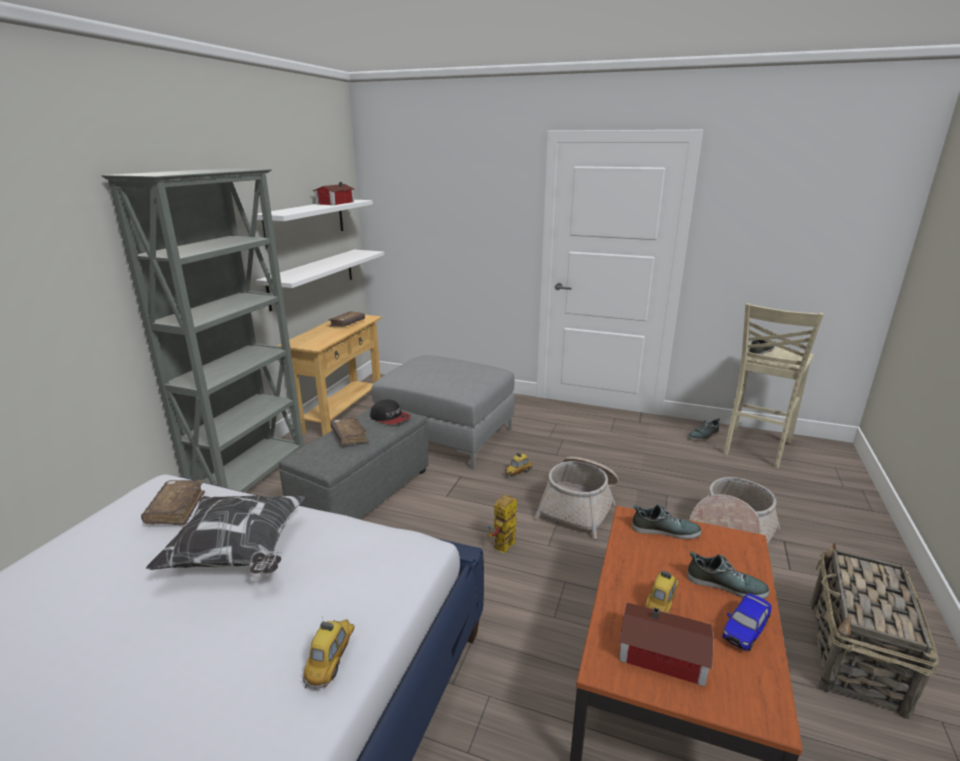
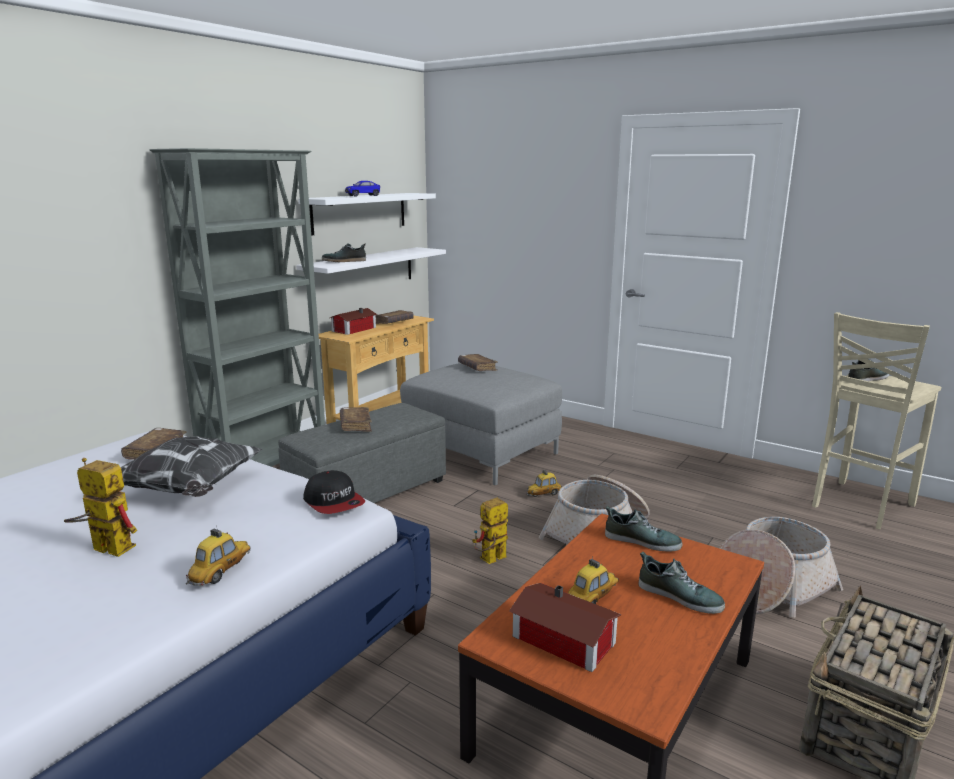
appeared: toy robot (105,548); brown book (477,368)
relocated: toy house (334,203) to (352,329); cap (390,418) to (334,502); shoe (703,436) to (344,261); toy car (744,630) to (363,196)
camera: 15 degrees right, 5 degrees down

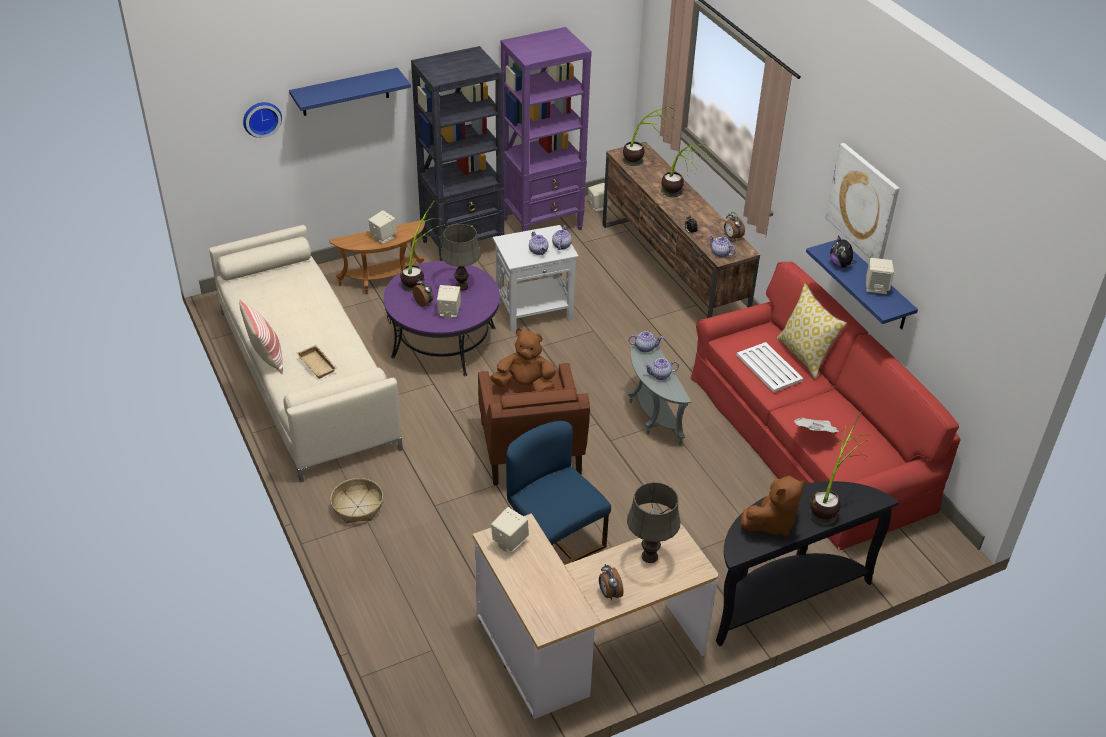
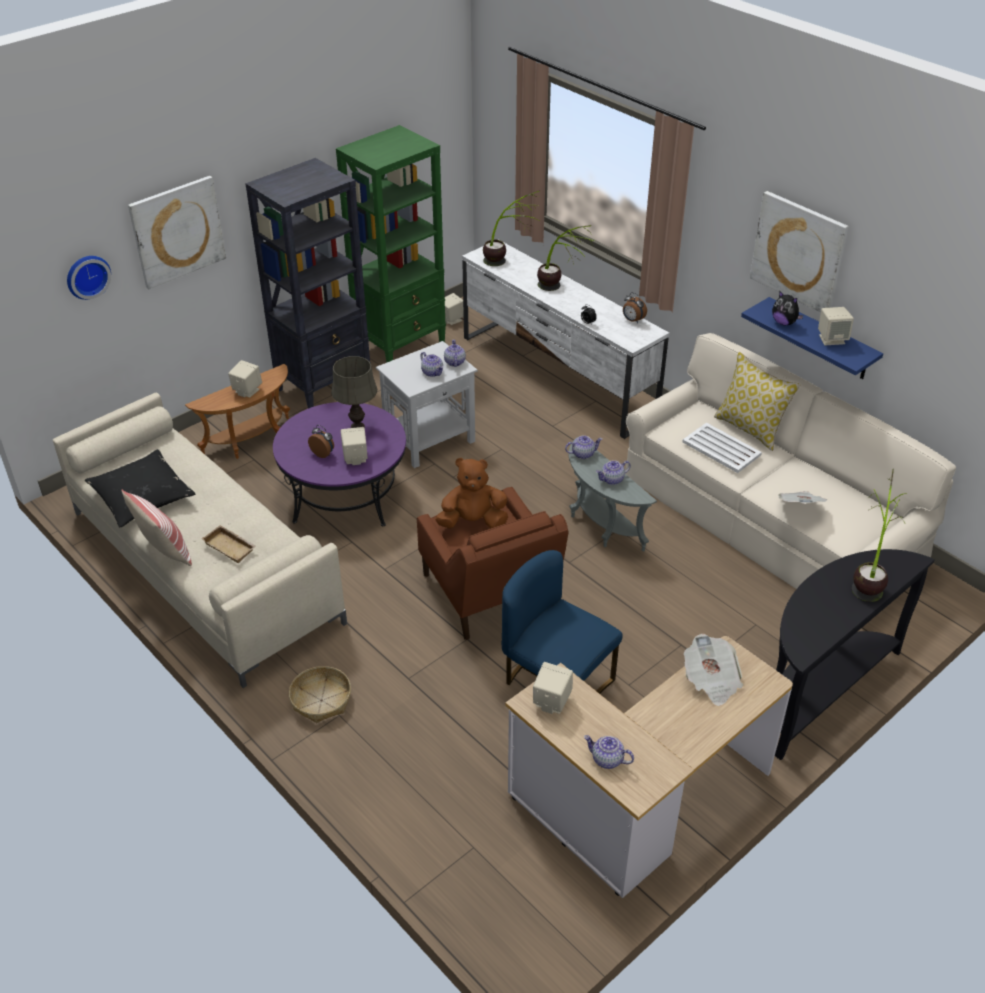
missing: potted plant (421,278); alarm clock (609,593); brown plush toy (771,522)
appeared: black pillow (142,496)
relocated: teapot (720,253) to (607,760)
exchanged: blue shelf (345,92) to picture (177,231); grey table lamp (649,557) to newspaper (711,681)
colour: purple bookcase (543,224) to green bookcase (401,348); brown tv stand (671,276) to white tv stand (557,377); red sofa (808,441) to beige sofa (770,518)
camera: 15 degrees left, 0 degrees up

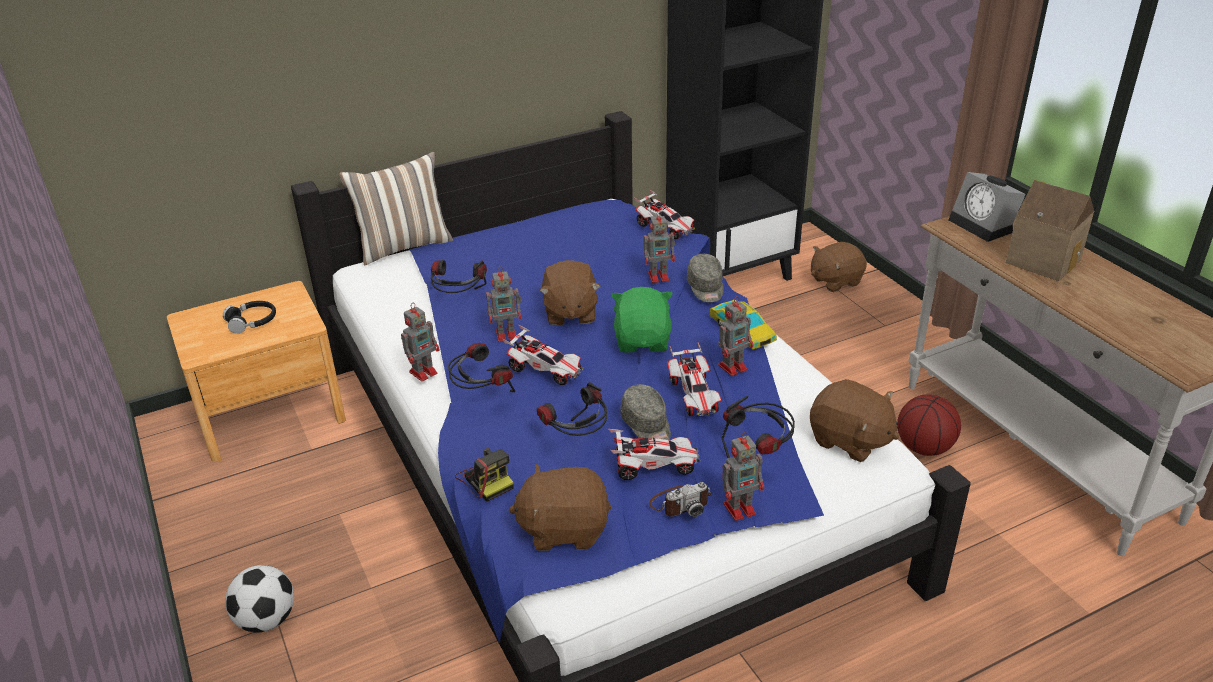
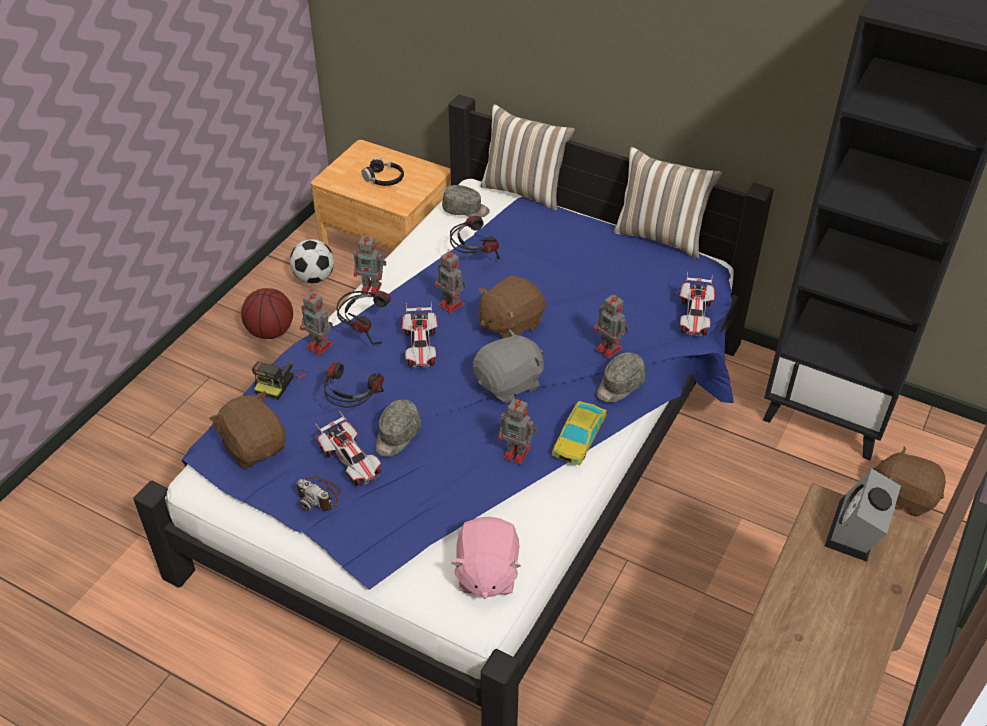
missing: toy car (694,396); headphones (759,453); toy house (1044,259)
appeared: grey cap (466,210); pillow (660,236)
relocated: football (266,620) to (314,278); toy robot (741,508) to (320,346); basketball (923,448) to (270,331)
colour: green plush toy (643,341) to grey plush toy (509,384); brown plush toy (850,440) to pink plush toy (486,573)
camera: 55 degrees right, 10 degrees up

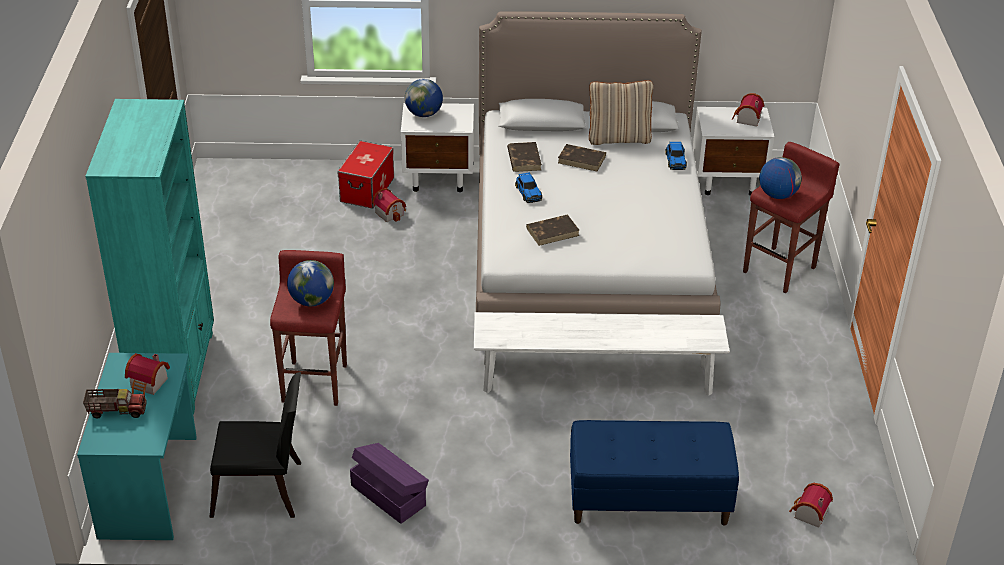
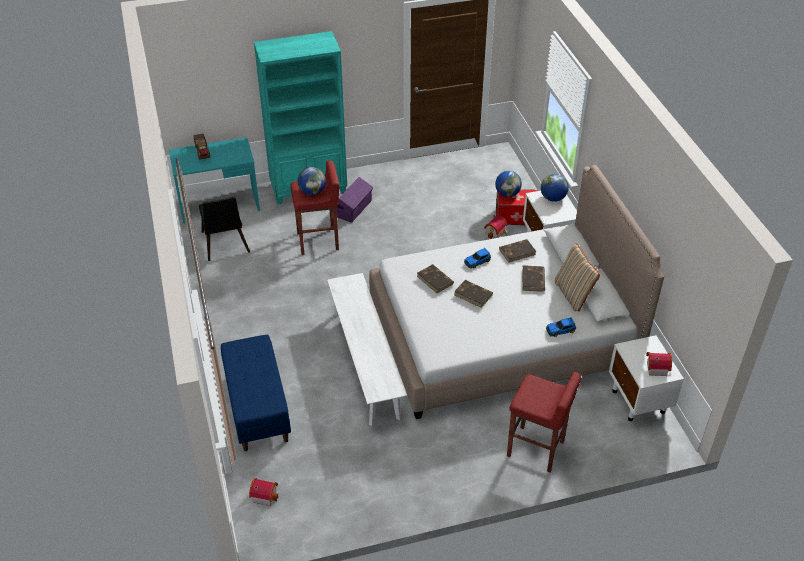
missing: toy house (148,385)
appeared: brown book (473,295)
relocated: purple storage box (388,494) to (354,208); globe (777,195) to (507,194)
camera: 75 degrees right, 5 degrees up

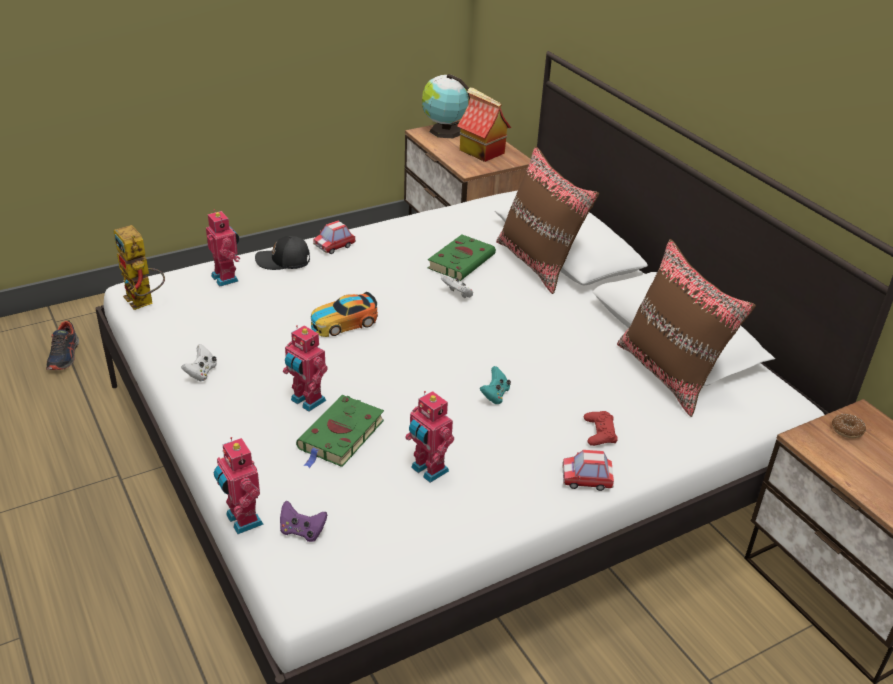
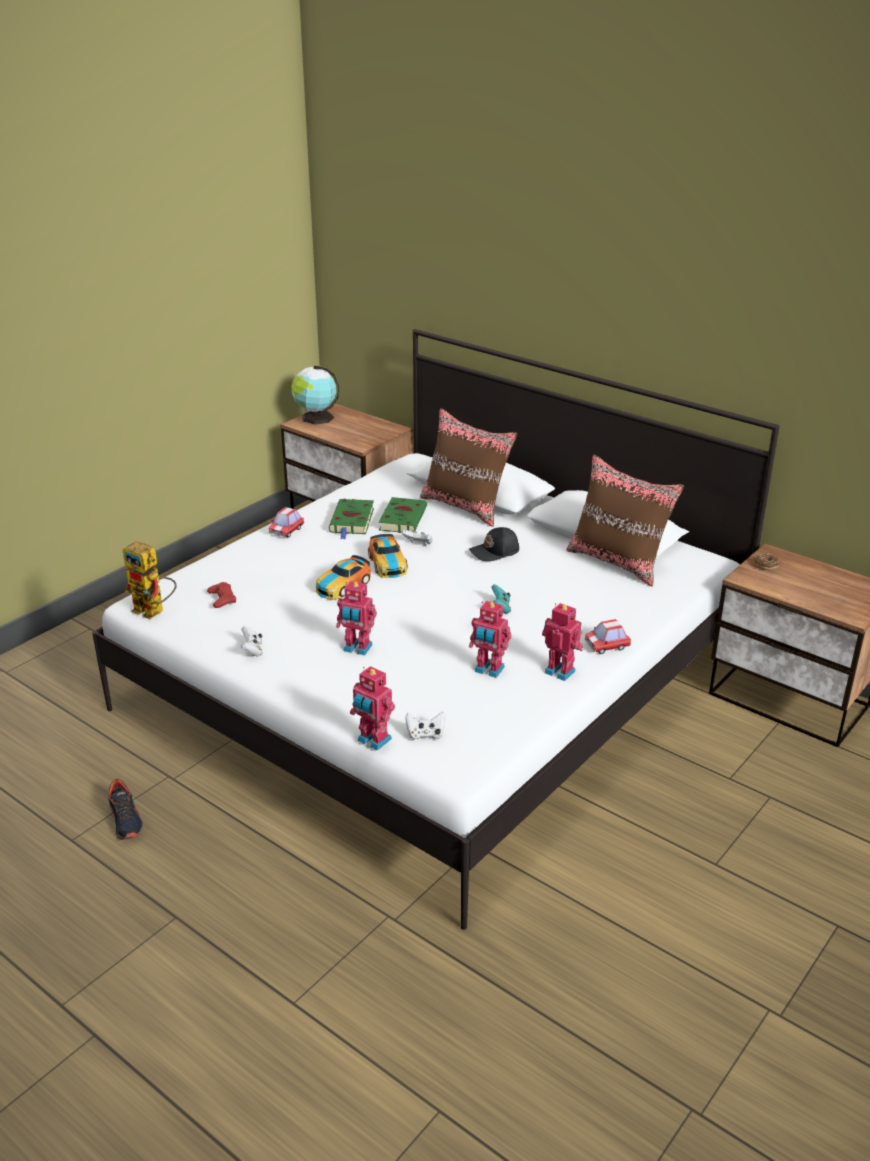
missing: toy house (481,151)
appeared: toy car (387,563)
relocated: shoe (64,356) to (126,820); toy robot (226,278) to (561,671); black cap (283,261) to (495,552); green book (340,436) to (352,521); red game controller (599,432) to (222,598)
colour: purple game controller (302,531) to white game controller (425,734)
camera: 20 degrees left, 5 degrees down

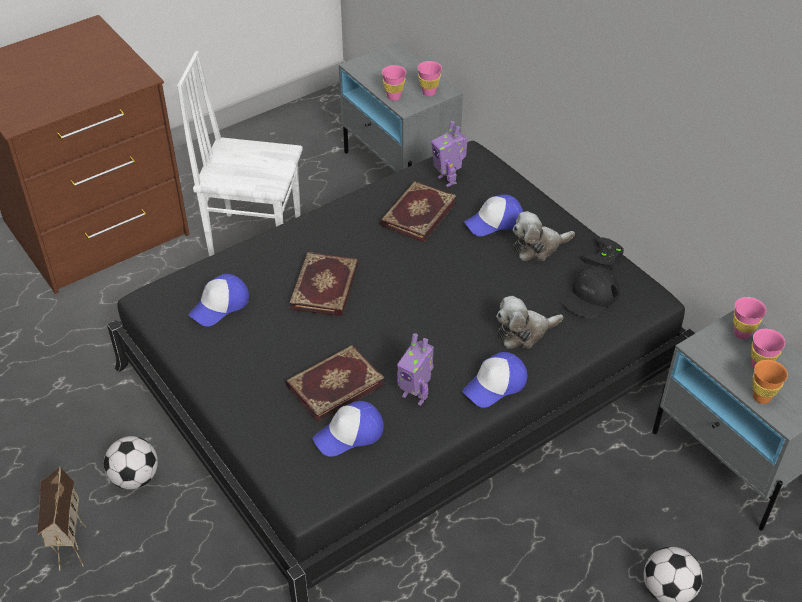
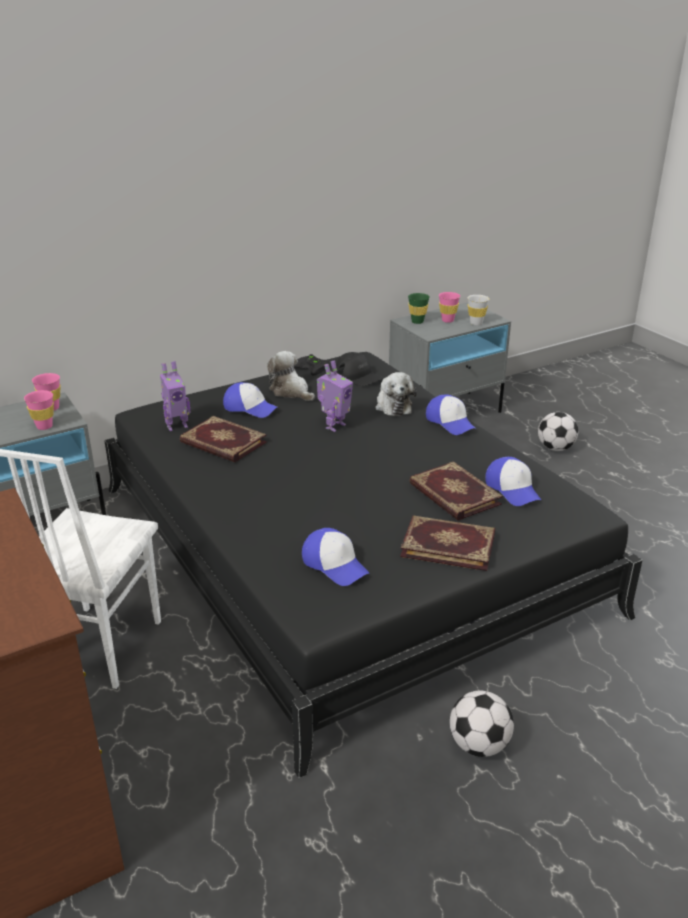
missing: toy house (68,544)
relocated: book (326,287) to (448,545); toy robot (415,395) to (334,426)
colour: pink cup (742,333) to green cup (417,321); orange cup (761,397) to white cup (476,323)
spun: cap (494,222) = (250,408) 45 degrees counterclockwise; plush toy (538,247) = (291,391) 150 degrees clockwise
camera: 85 degrees left, 15 degrees down

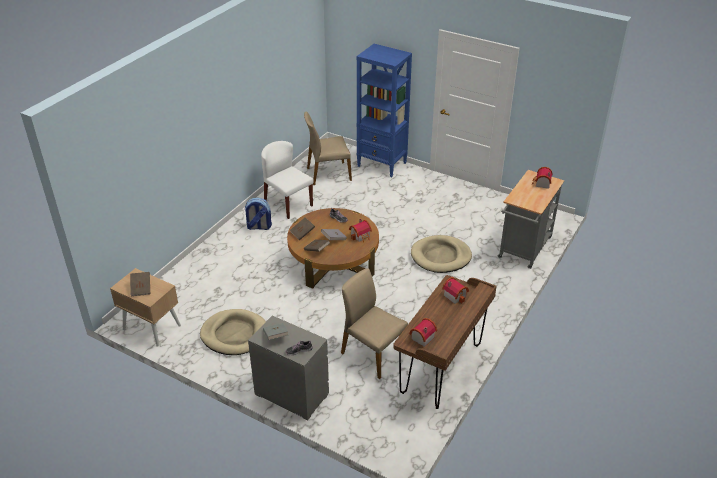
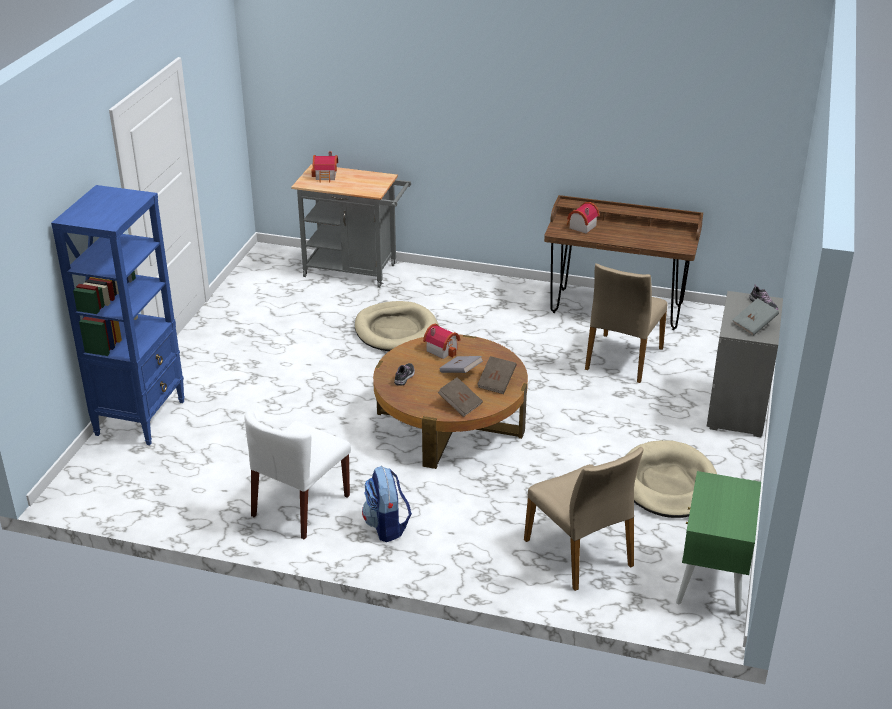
missing: brown book (141,288); toy house (421,337)
relocated: beige chair (328,174) to (580,553)
colour: beige nightstand (151,327) to green nightstand (712,581)
camera: 105 degrees left, 5 degrees down

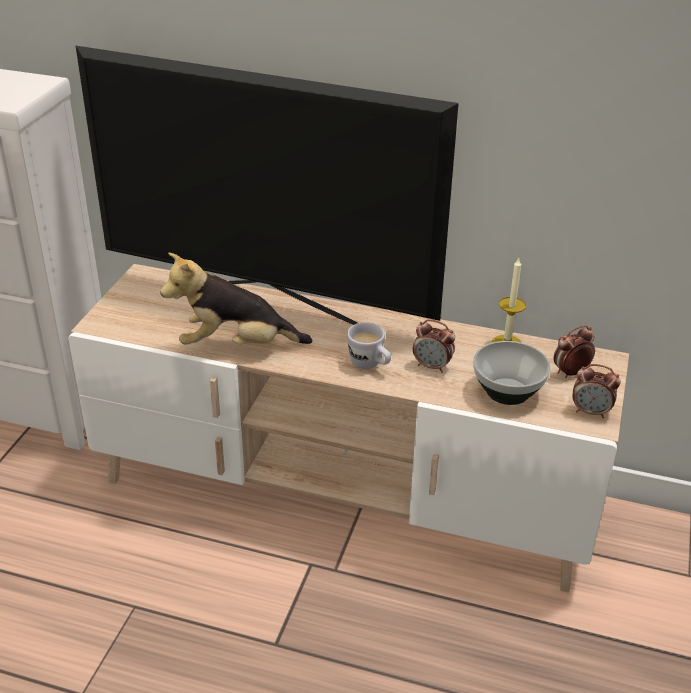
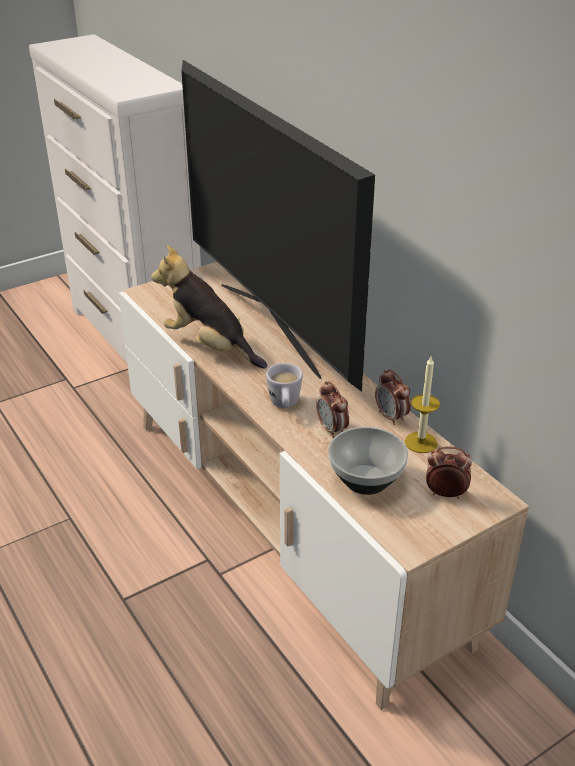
relocated: alarm clock (591,412) to (391,417)
camera: 40 degrees right, 0 degrees up

